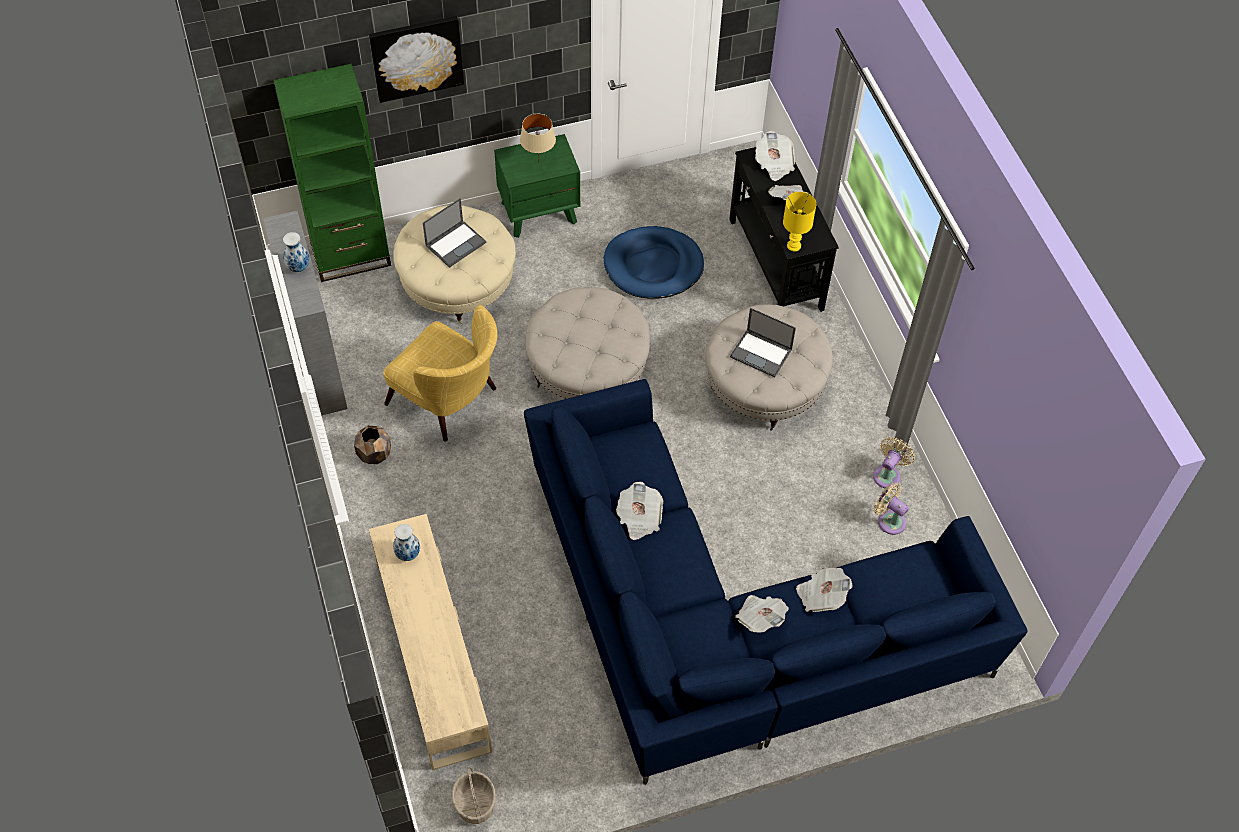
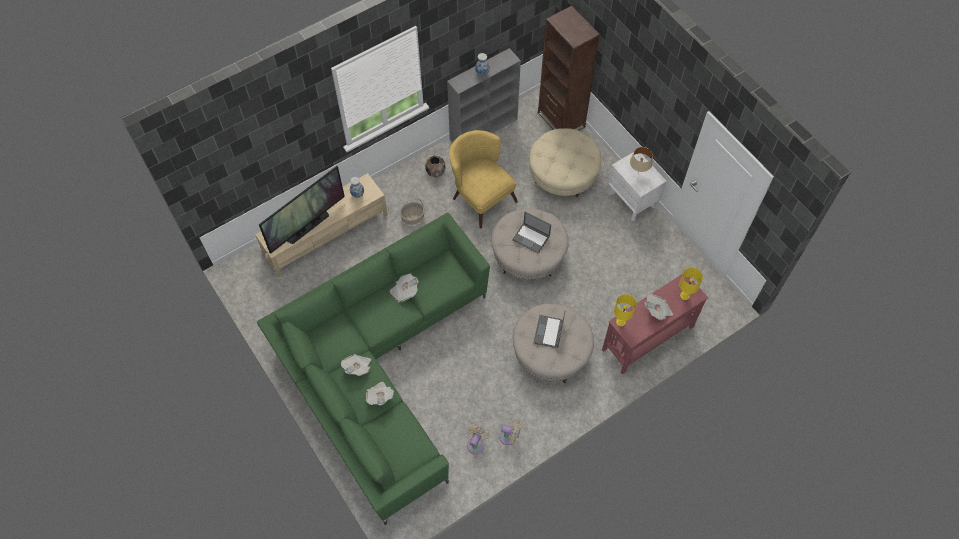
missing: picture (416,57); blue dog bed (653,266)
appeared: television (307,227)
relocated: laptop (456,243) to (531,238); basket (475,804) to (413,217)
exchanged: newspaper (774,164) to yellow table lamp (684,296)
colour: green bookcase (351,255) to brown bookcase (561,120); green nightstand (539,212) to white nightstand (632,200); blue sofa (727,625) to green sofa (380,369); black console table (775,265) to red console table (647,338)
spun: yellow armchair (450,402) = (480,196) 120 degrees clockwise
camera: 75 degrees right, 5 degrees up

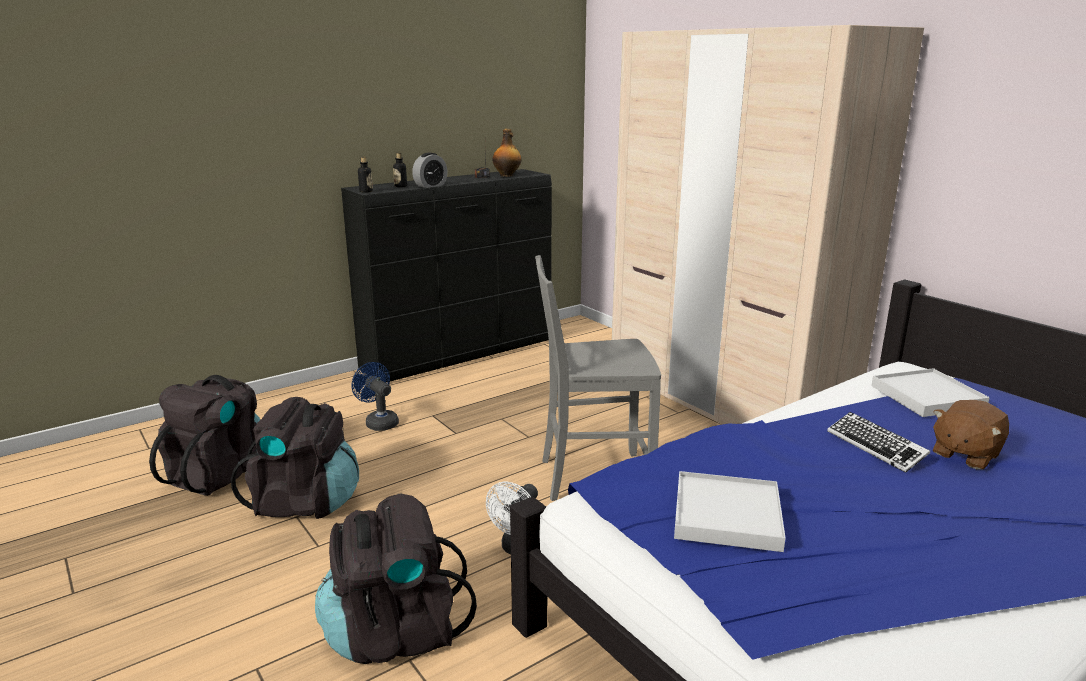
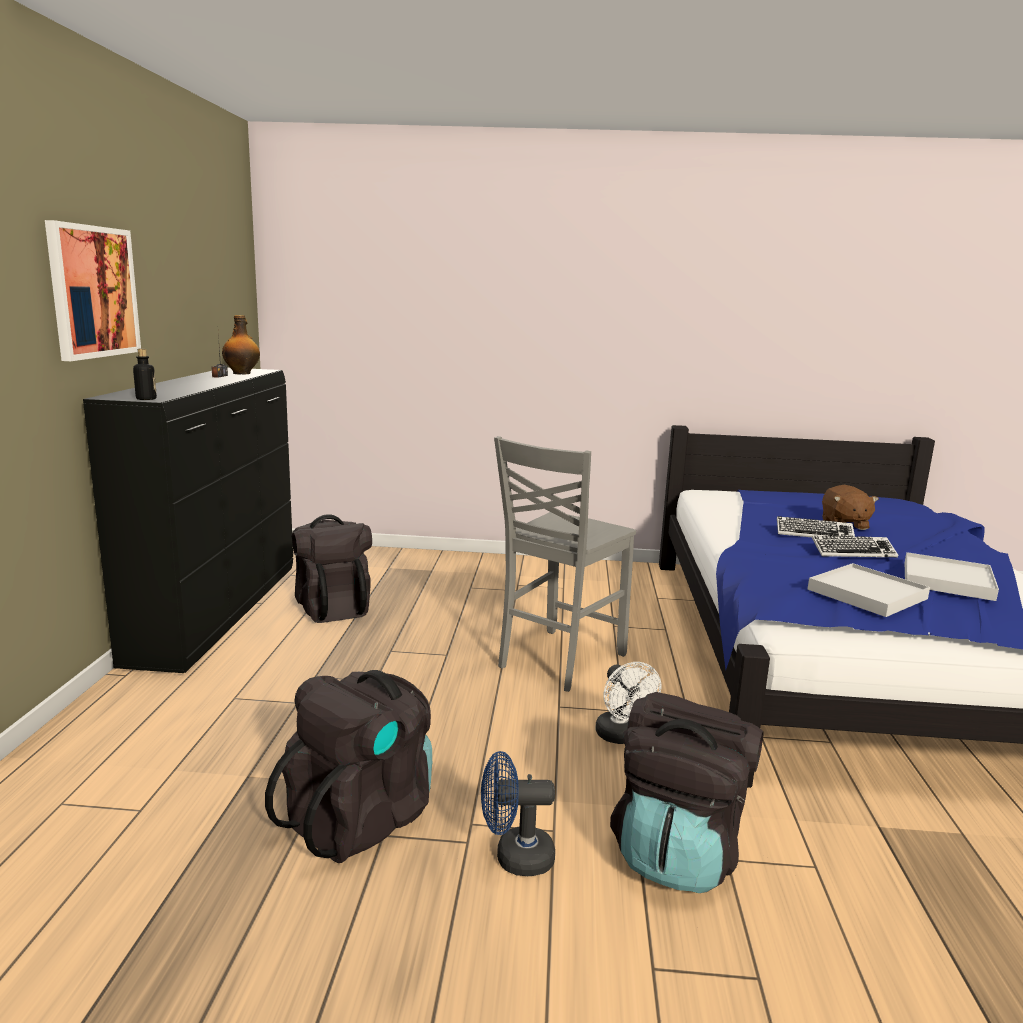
missing: bottle (400,186); alarm clock (430,185); beige wardrobe (723,403)
appeared: picture (93,292); keyboard (853,552)
relocated: black backpack (219,473) to (332,607); blue fan (379,422) to (515,857); white tray (926,396) to (947,581)
camera: 50 degrees left, 5 degrees down

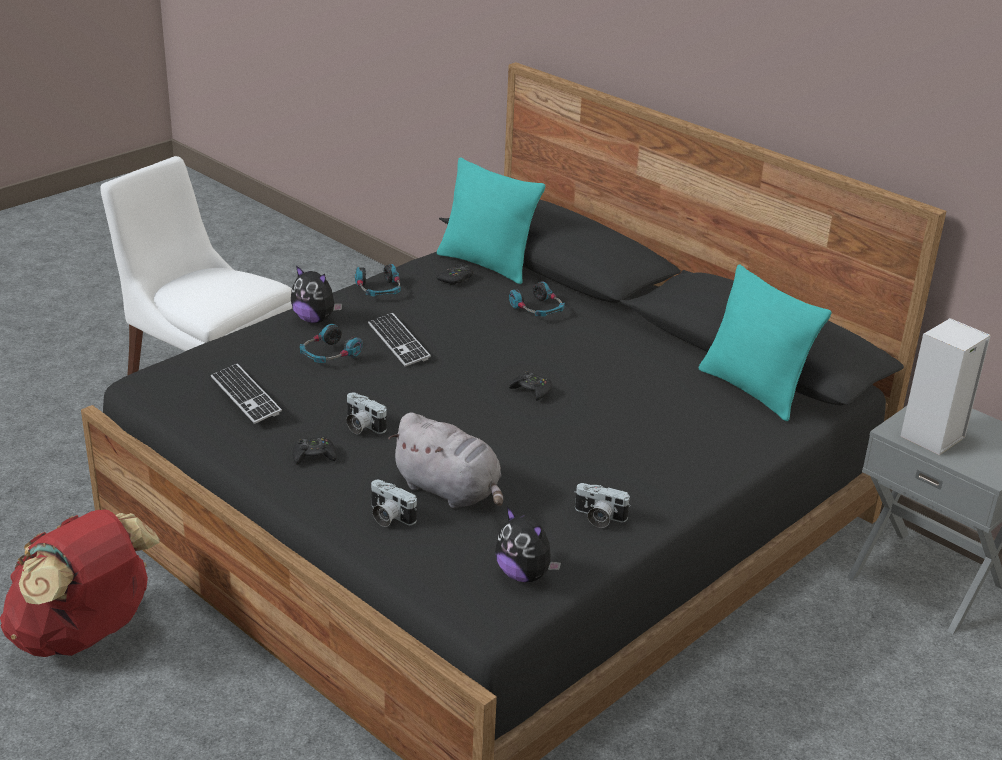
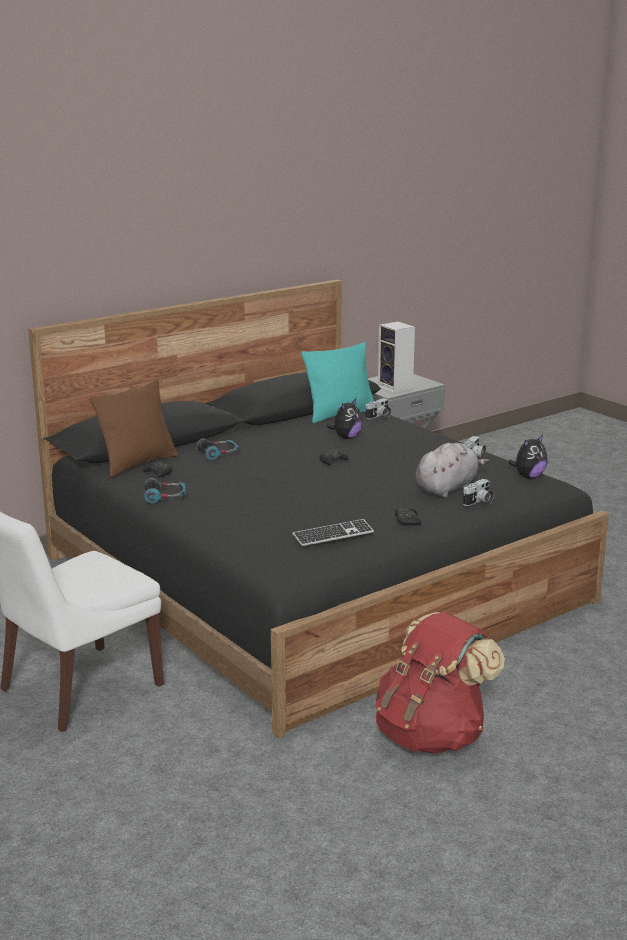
missing: headphones (329,355); keyboard (398,342)
relocated: plush toy (315,319) to (346,437); photo camera (361,426) to (379,417)
colour: turquoise pillow (486,264) to brown pillow (138,463)
camera: 80 degrees left, 10 degrees down

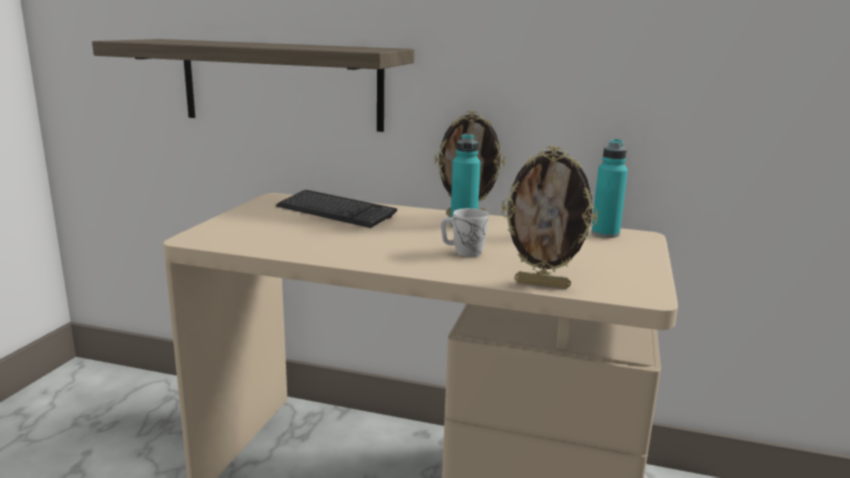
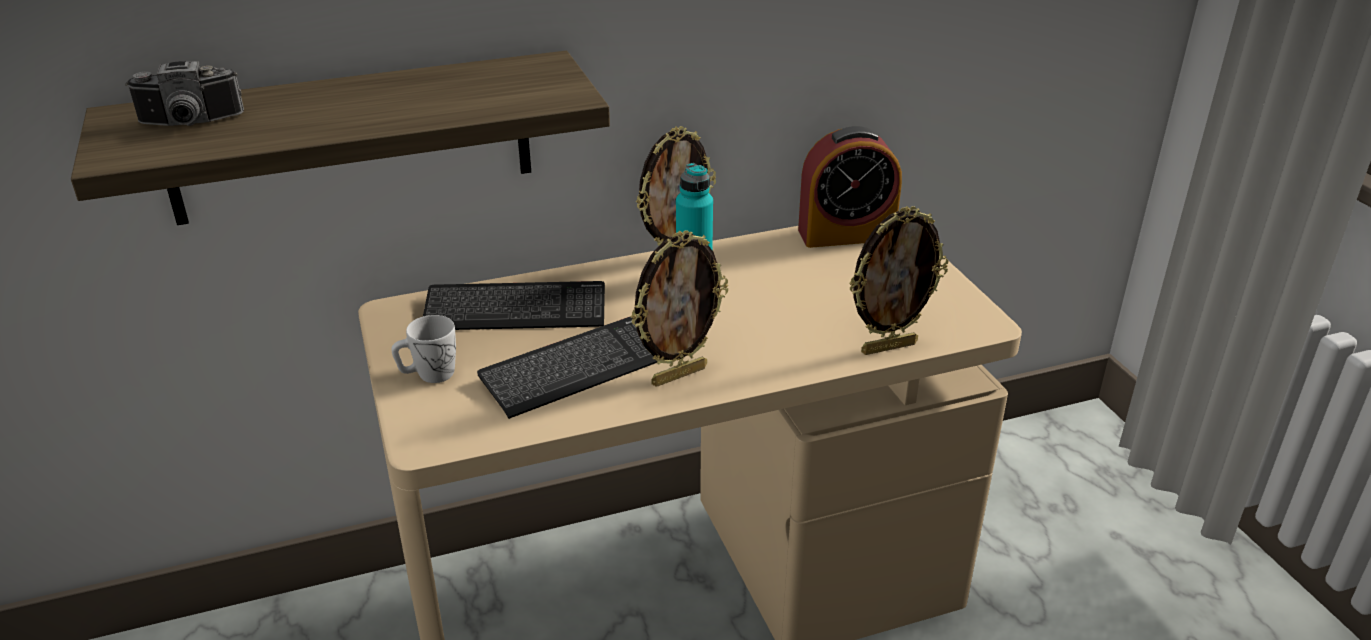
appeared: photo camera (190,124); keyboard (579,368); picture frame (678,375)
relocated: white mug (462,252) to (428,375)
exchanged: turquoise bottle (605,233) to alarm clock (846,234)
camera: 35 degrees left, 15 degrees up

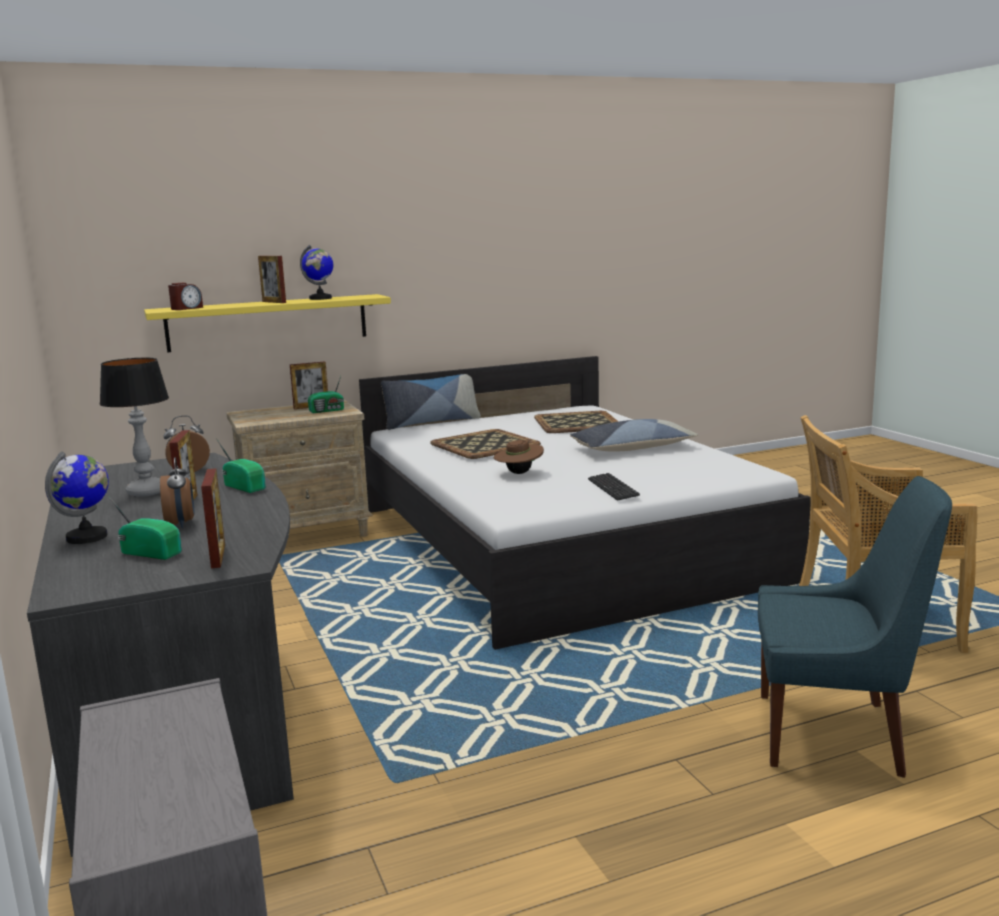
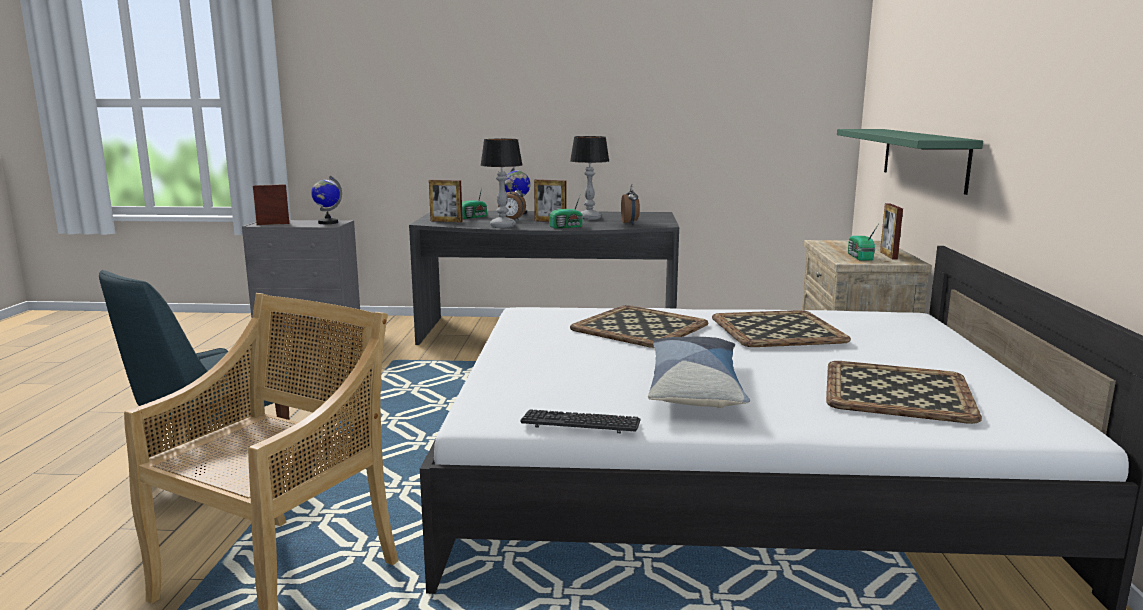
missing: alarm clock (186,308); pillow (431,422)
appeared: table lamp (502,226)
relocated: picture frame (274,302) to (273,224); globe (320,298) to (327,222); keyboard (612,488) to (580,423)
exchanged: brown hat (519,473) to tray (641,327)
colour: yellow shelf (268,322) to green shelf (923,158)
camera: 115 degrees right, 0 degrees up

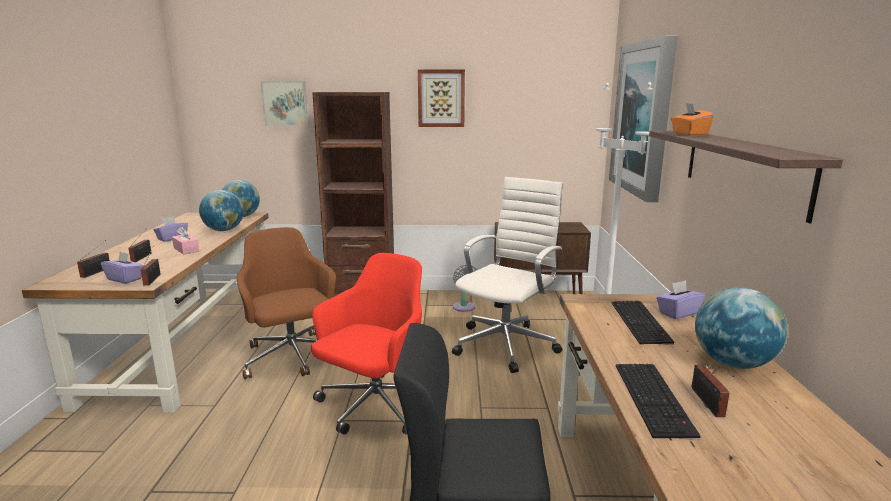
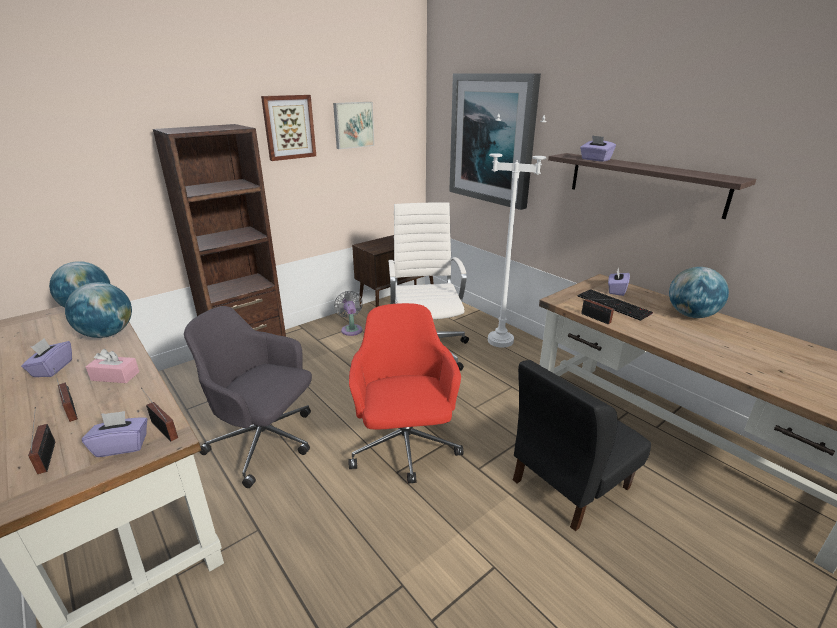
missing: keyboard (655,399)
relocated: picture (285,103) to (353,125); radio (708,403) to (597,319)
colour: brown office chair (292,357) to grey office chair (265,442); orange tissue box (689,134) to purple tissue box (595,159)
camera: 40 degrees left, 10 degrees up

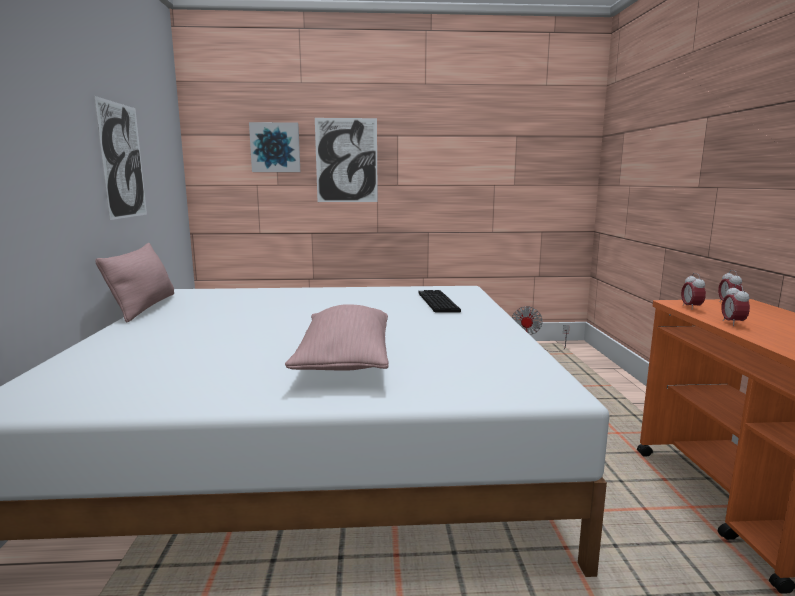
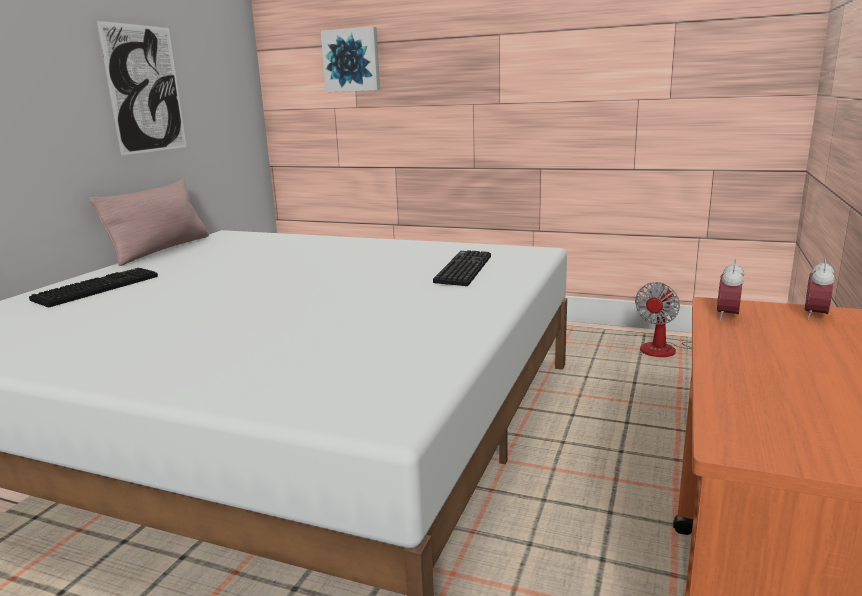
missing: pink pillow (344,360); picture (346,160); alarm clock (732,323)
appeared: keyboard (97,288)
camera: 25 degrees right, 5 degrees up

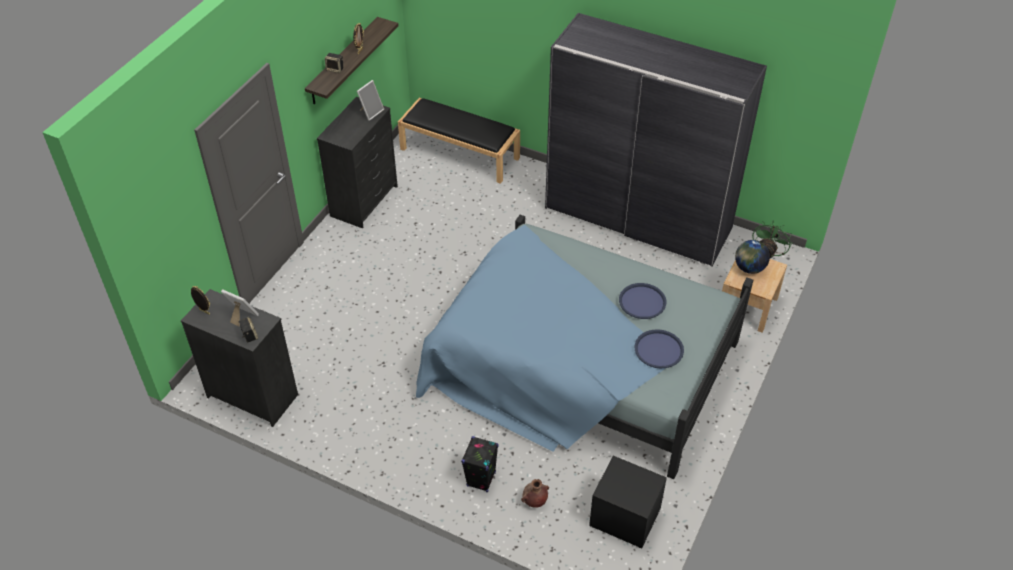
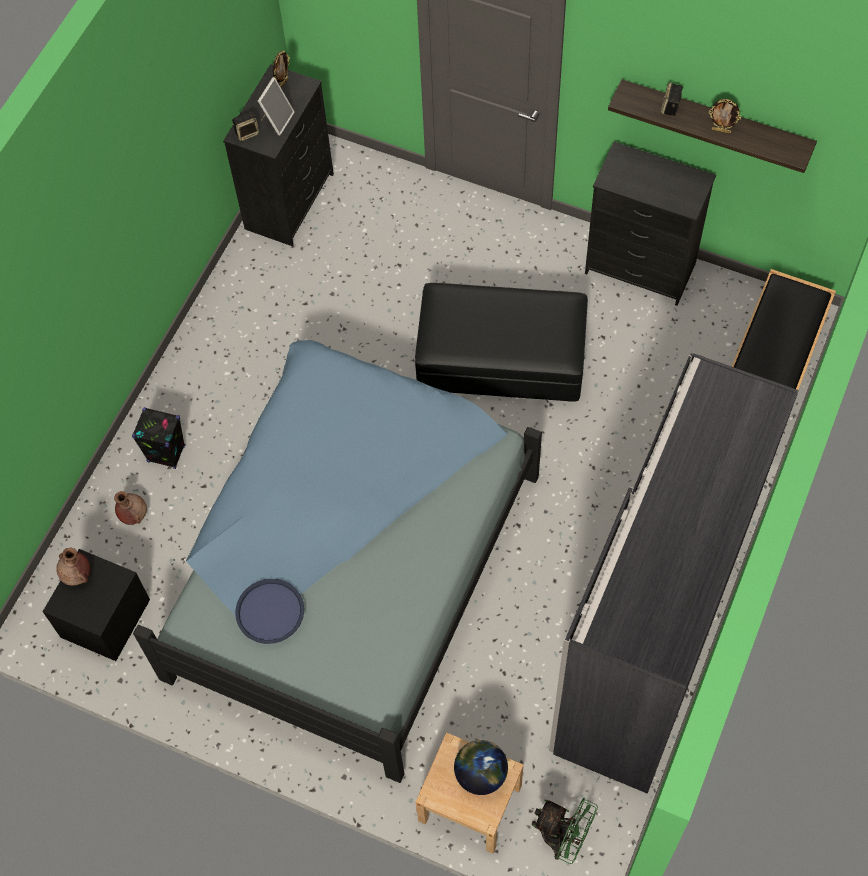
missing: picture frame (371,112); blue tray (642,302)
appeared: brown vase (77,575); black ottoman (501,359)
camera: 90 degrees right, 15 degrees up

